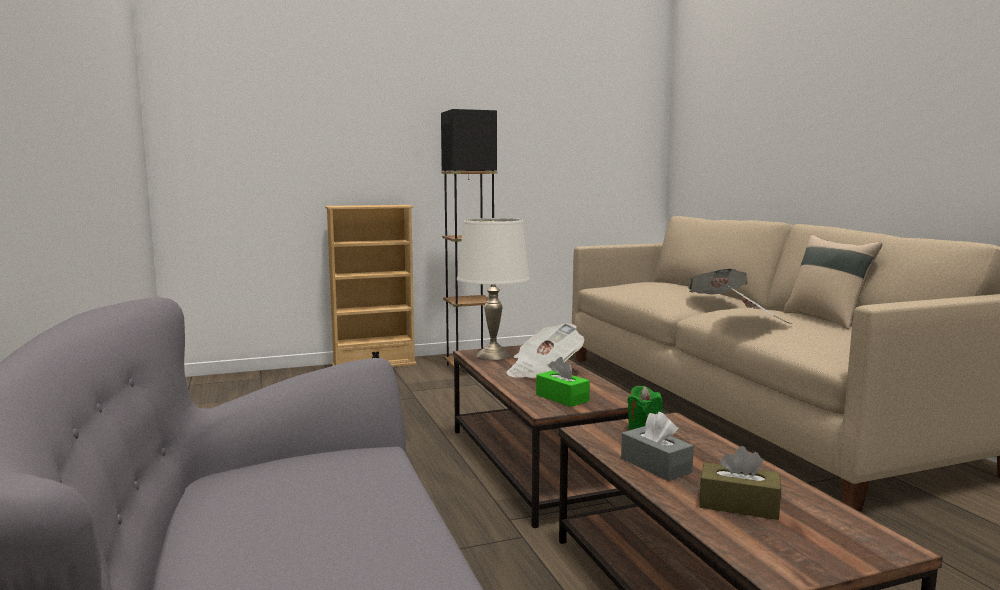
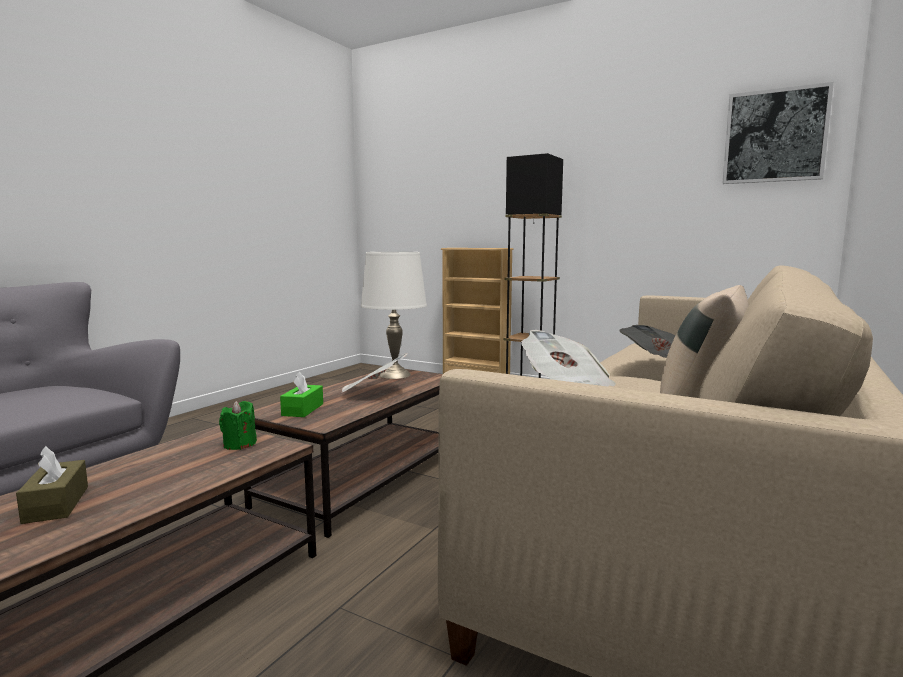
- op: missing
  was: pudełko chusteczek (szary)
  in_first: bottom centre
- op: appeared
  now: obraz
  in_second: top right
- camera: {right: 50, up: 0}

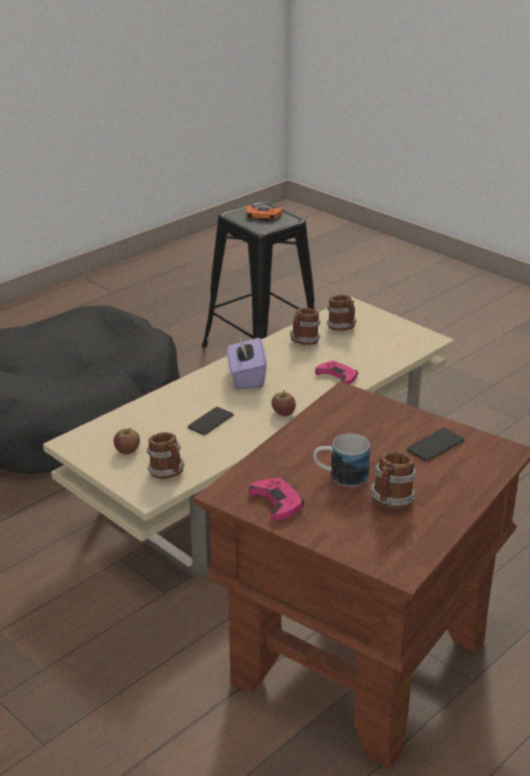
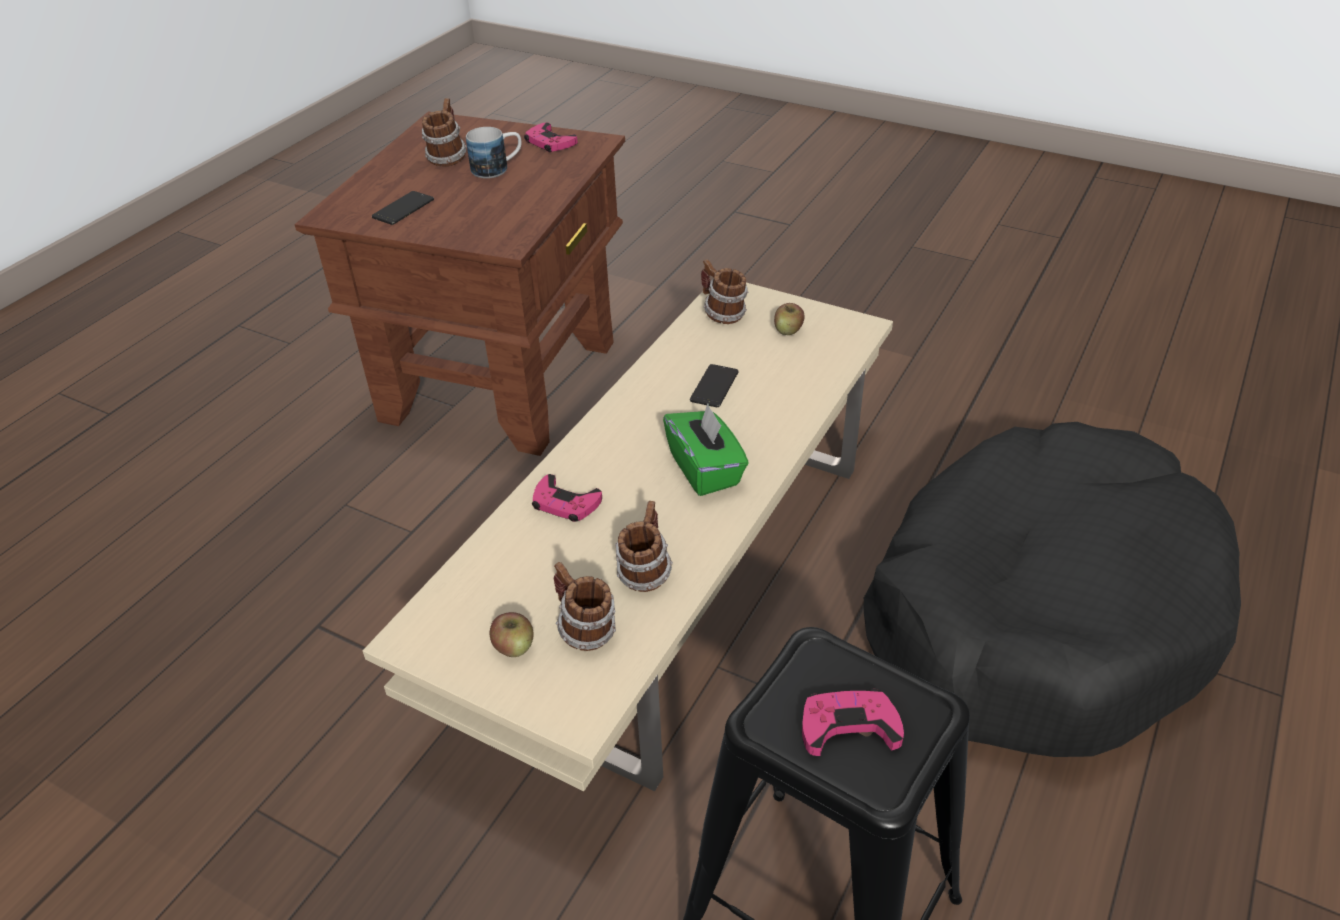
- op: colour
  was: pad do gier (pomarańczowy)
  now: pad do gier (różowy) (no. 3 from left)
  in_first: top centre
  in_second: bottom centre
- op: colour
  was: pudełko chusteczek (fioletowy)
  now: pudełko chusteczek (zielony)
  in_first: centre
  in_second: centre
- op: relocated
  was: jabłko (no. 2 from left in the first image)
  now: jabłko (no. 1 from left)
  in_first: centre
  in_second: bottom centre
- camera: {right: 165, up: 10}

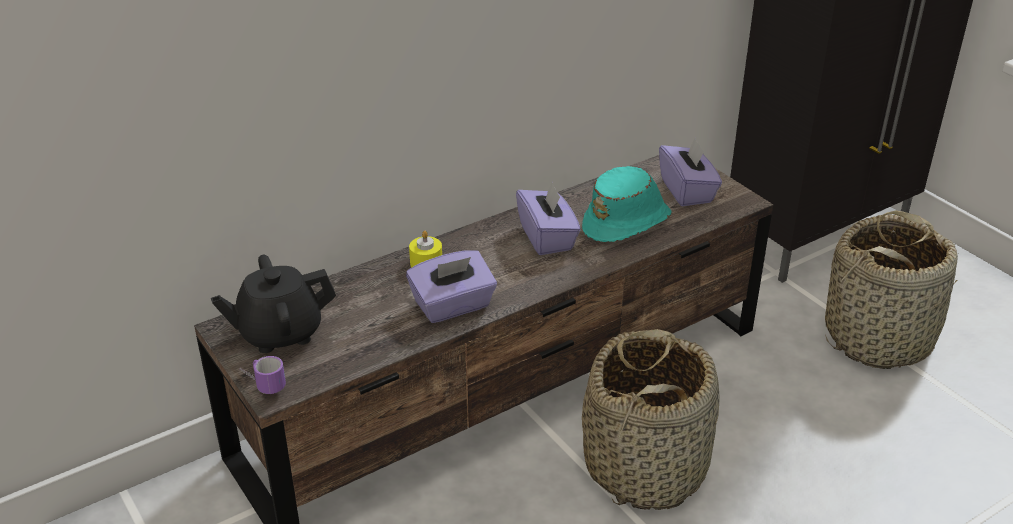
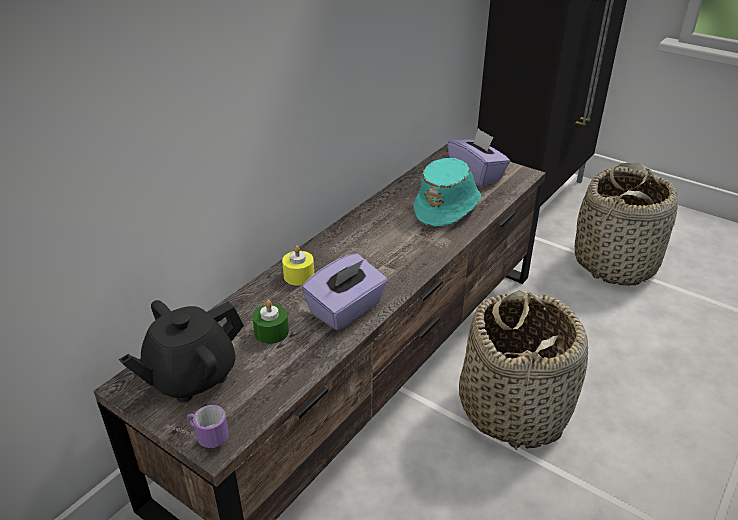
- op: missing
  was: pudełko chusteczek (fioletowy) (no. 2 from left)
  in_first: centre
- op: appeared
  now: świeca (zielony)
  in_second: centre
- camera: {right: -20, up: 0}

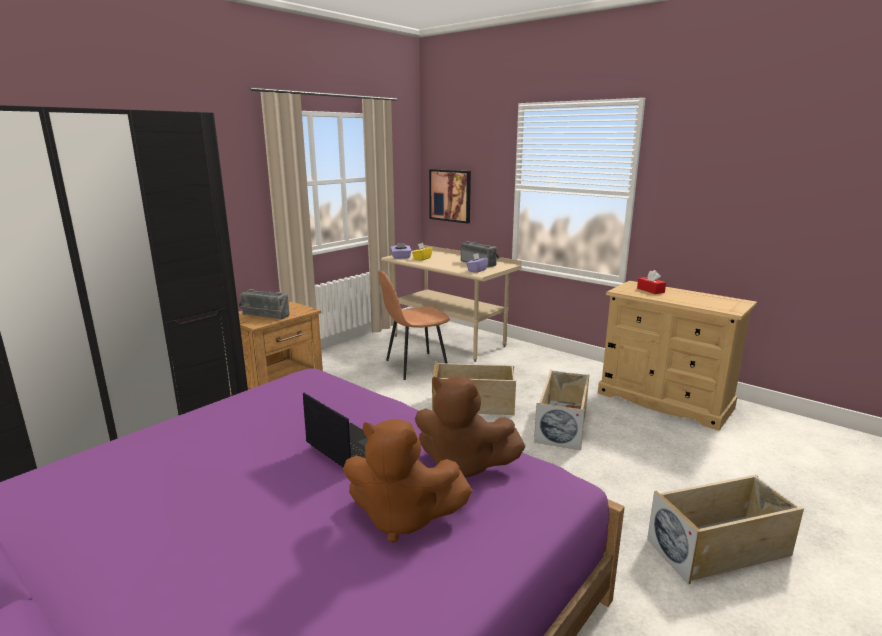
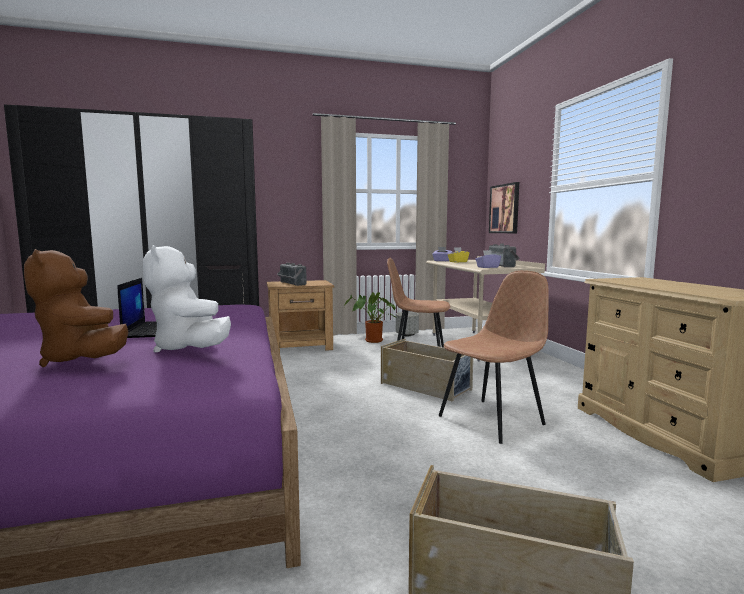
- op: missing
  was: pudełko chusteczek (czerwony)
  in_first: middle right
- op: exchanged
  was: pojemnik do przechowywania (beżowy) (no. 2 from left)
  now: krzesło (brązowy) (no. 2 from left)
  in_first: centre
  in_second: centre
- op: colour
  was: pluszak (brązowy) (no. 2 from left)
  now: pluszak (biały)
  in_first: bottom centre
  in_second: middle left
- op: appeared
  now: roślina doniczkowa
  in_second: centre
- op: appeared
  now: donica (szary)
  in_second: centre
- camera: {right: 35, up: -10}

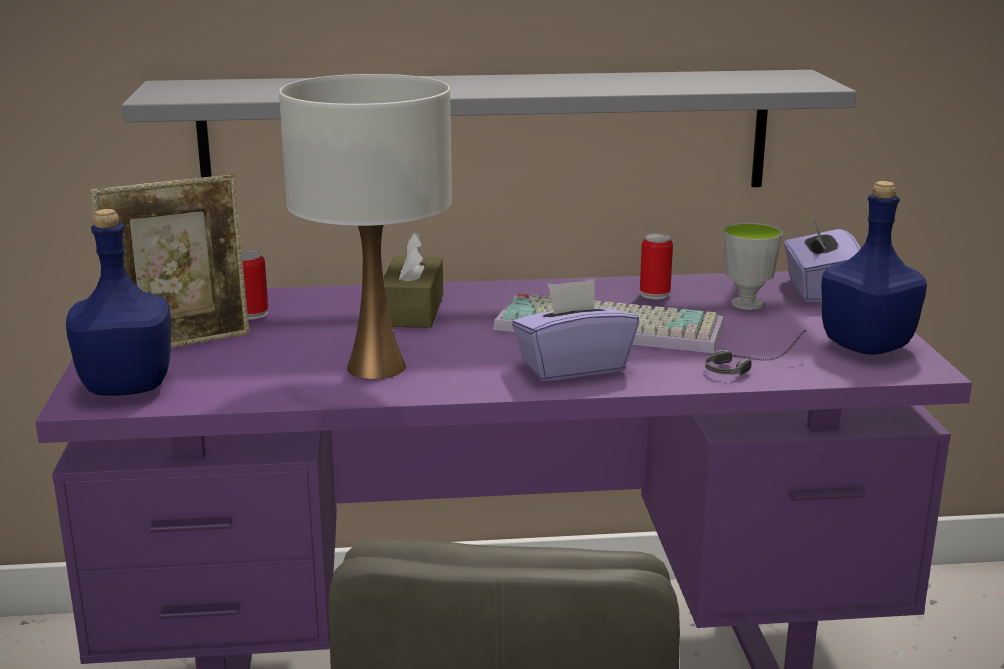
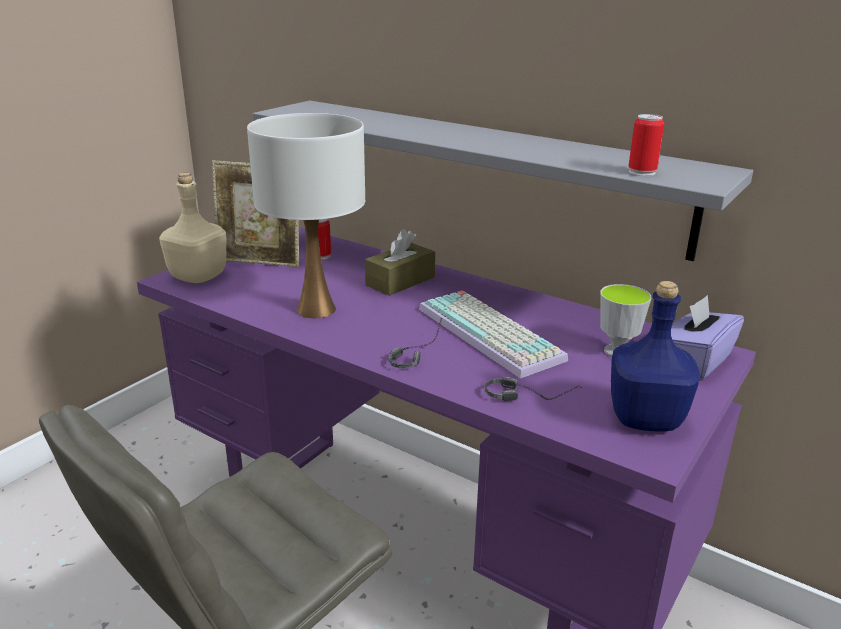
- op: colour
  was: butelka (niebieski) (no. 1 from left)
  now: butelka (beżowy)
  in_first: middle left
  in_second: middle left
- op: relocated
  was: puszka (no. 2 from left)
  in_first: centre
  in_second: top right
- op: exchanged
  was: pudełko chusteczek (fioletowy) (no. 1 from left)
  now: słuchawki (no. 1 from left)
  in_first: centre
  in_second: centre
- camera: {right: 40, up: 5}

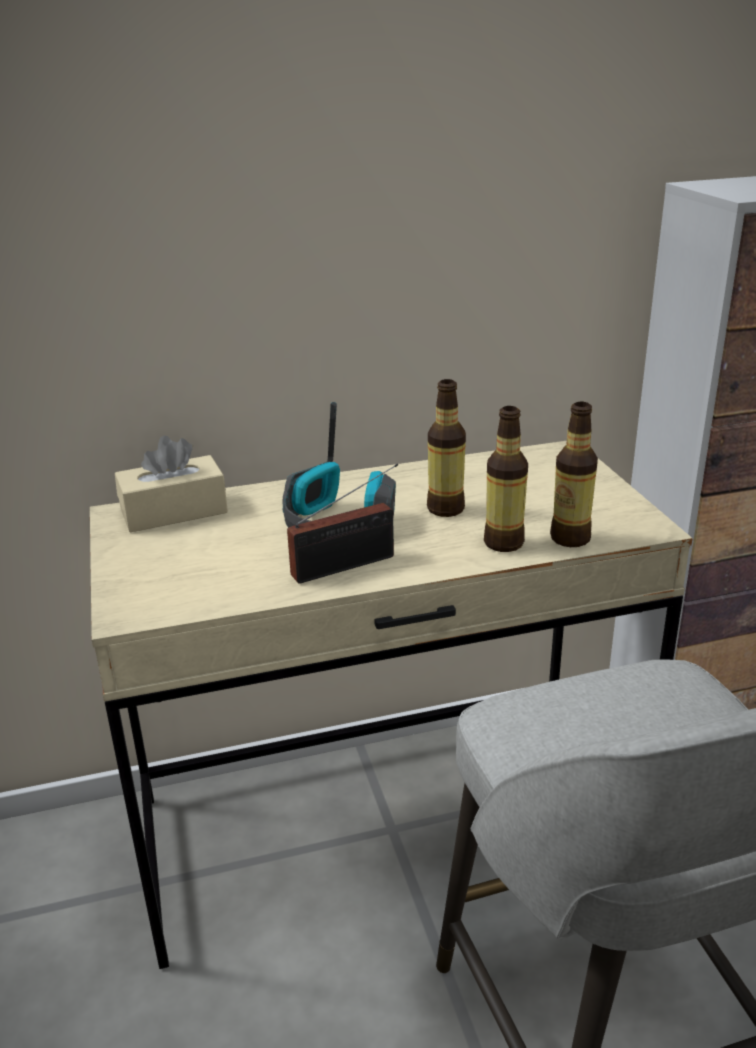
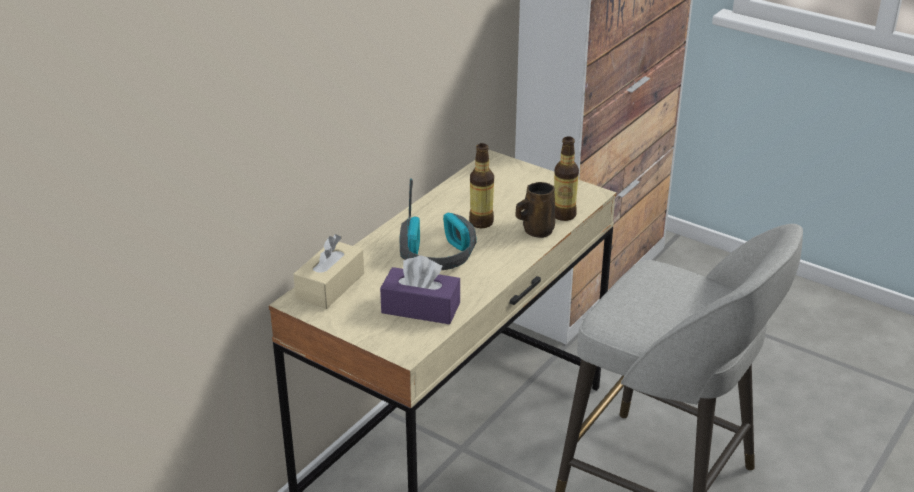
- op: exchanged
  was: butelka (no. 2 from left)
  now: kubek (brązowy)
  in_first: middle right
  in_second: centre
- op: missing
  was: radio
  in_first: centre
- op: appeared
  now: pudełko chusteczek (fioletowy)
  in_second: centre
- camera: {right: -40, up: 5}

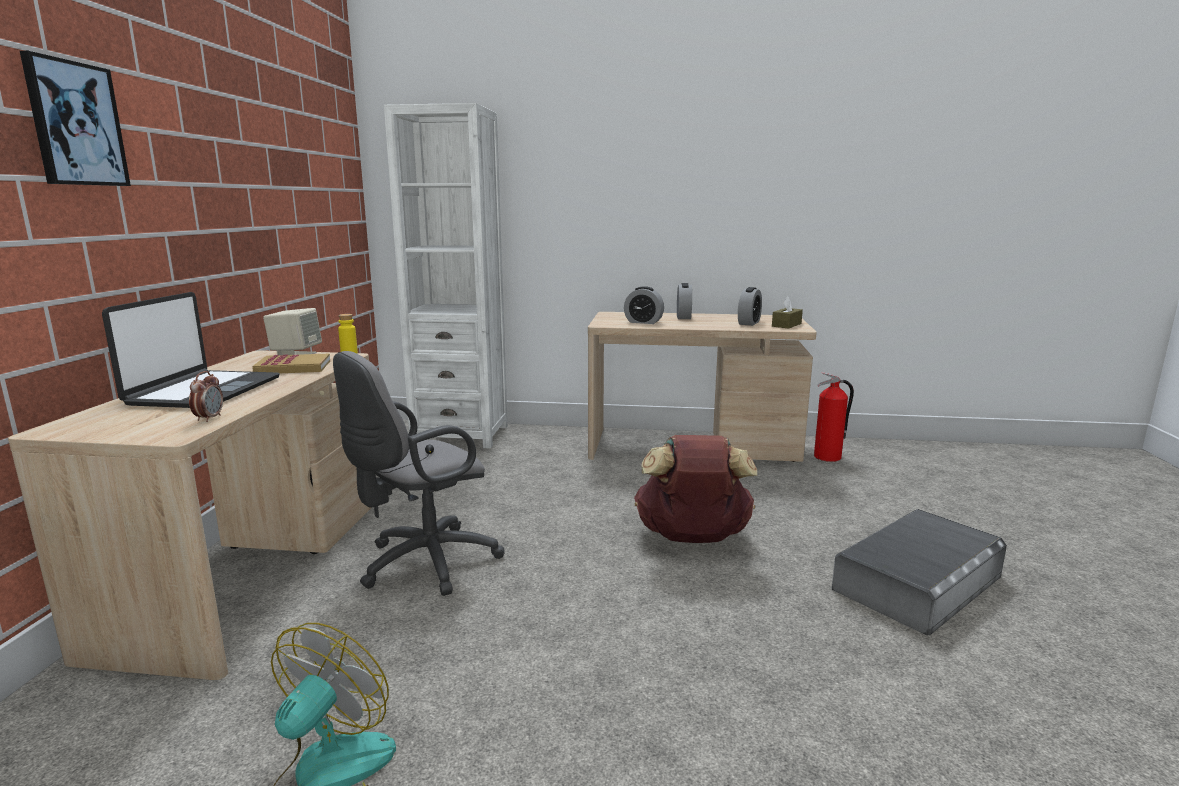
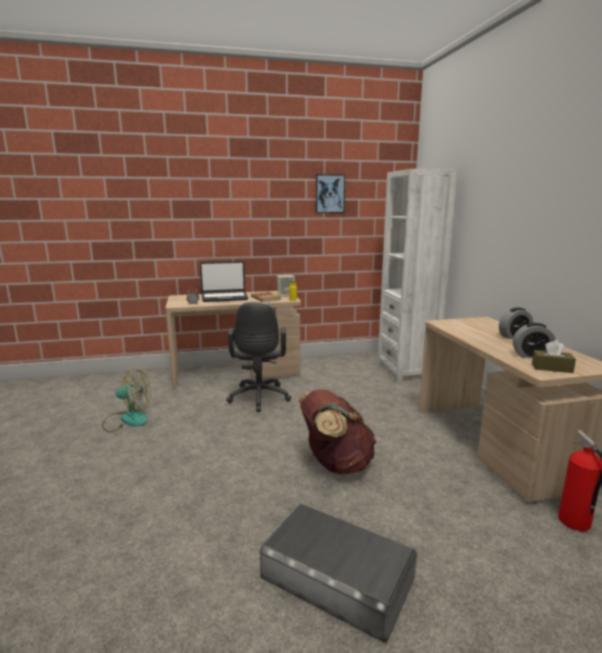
- op: relocated
  was: obraz
  in_first: top left
  in_second: top centre
- op: missing
  was: budzik (no. 2 from left)
  in_first: centre
- op: spun
  was: krzesło biurowe (szary)
  in_first: centre
  in_second: centre
  clockwise: -120
- camera: {right: 70, up: 0}

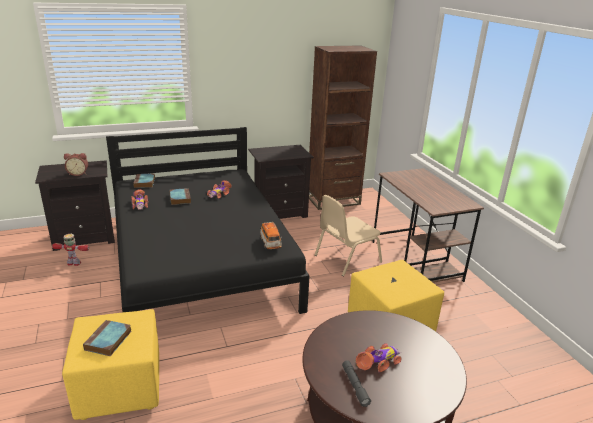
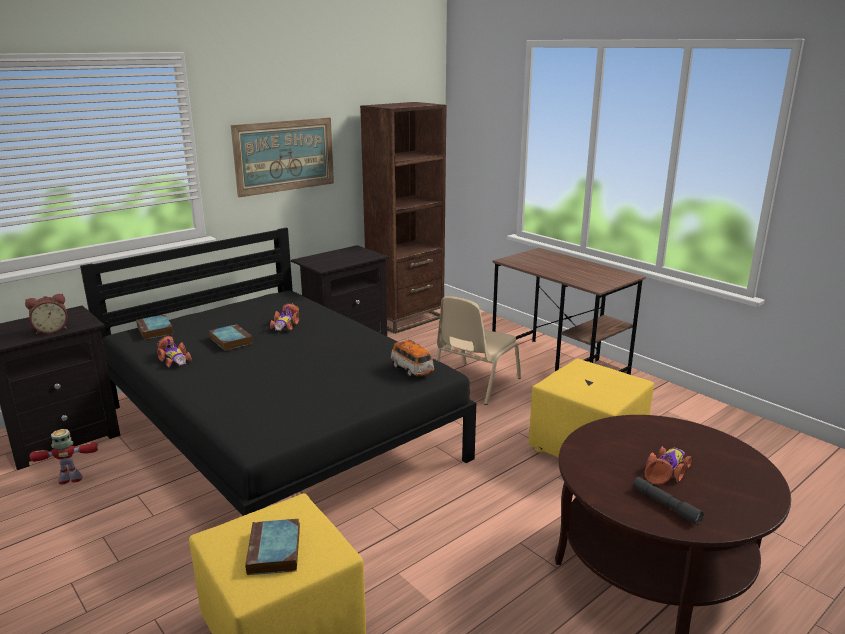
- op: appeared
  now: obraz
  in_second: top centre
- camera: {right: -20, up: -5}

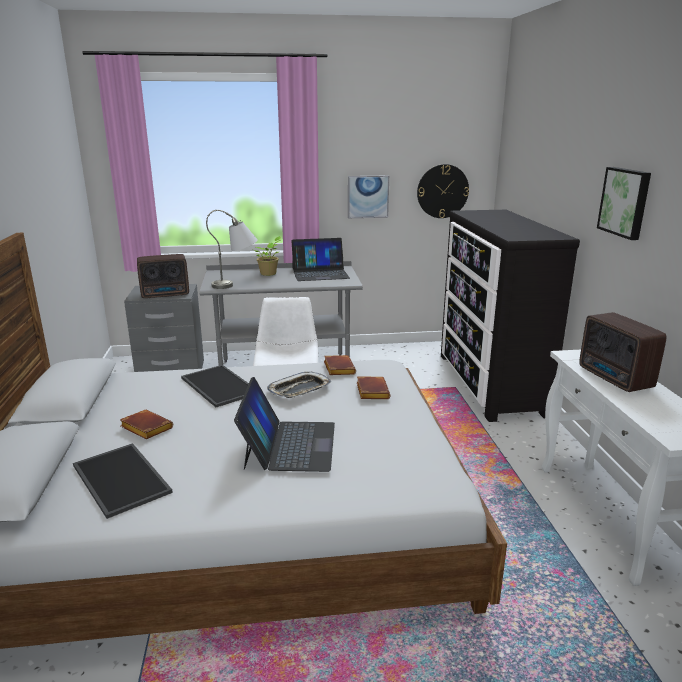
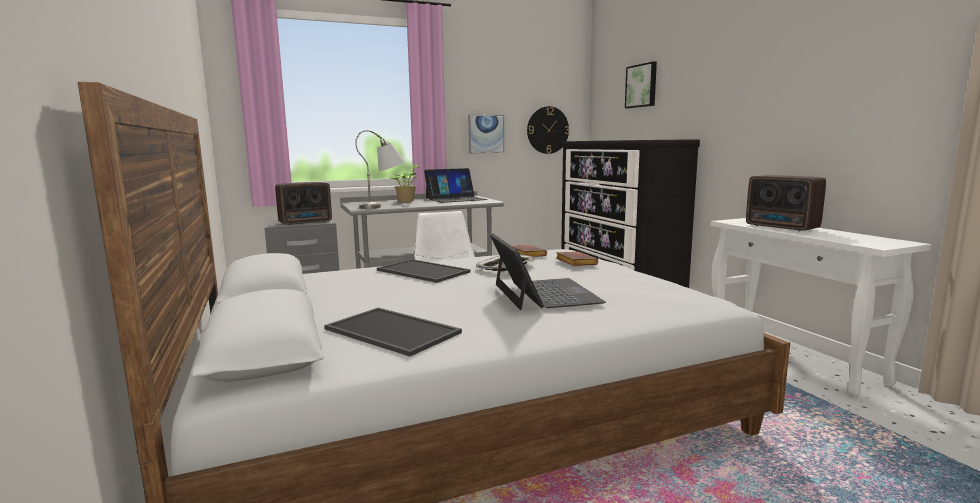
- op: relocated
  was: obraz (no. 2 from left)
  in_first: top right
  in_second: top centre
- op: missing
  was: książka (brązowy) (no. 1 from left)
  in_first: middle left
- camera: {right: -15, up: -10}

